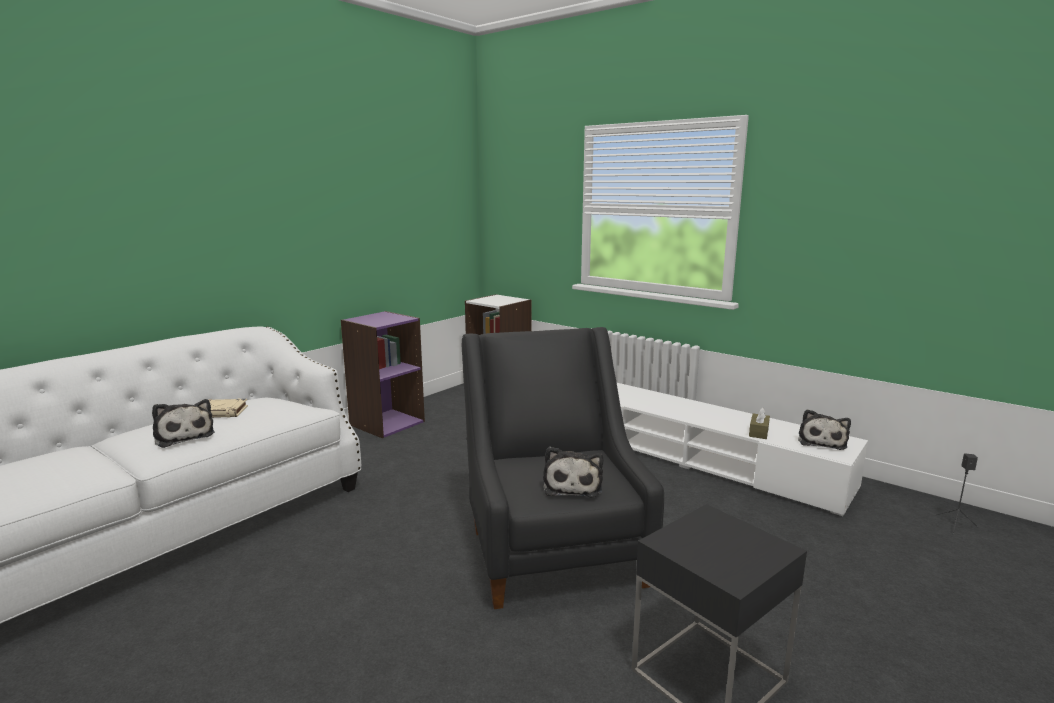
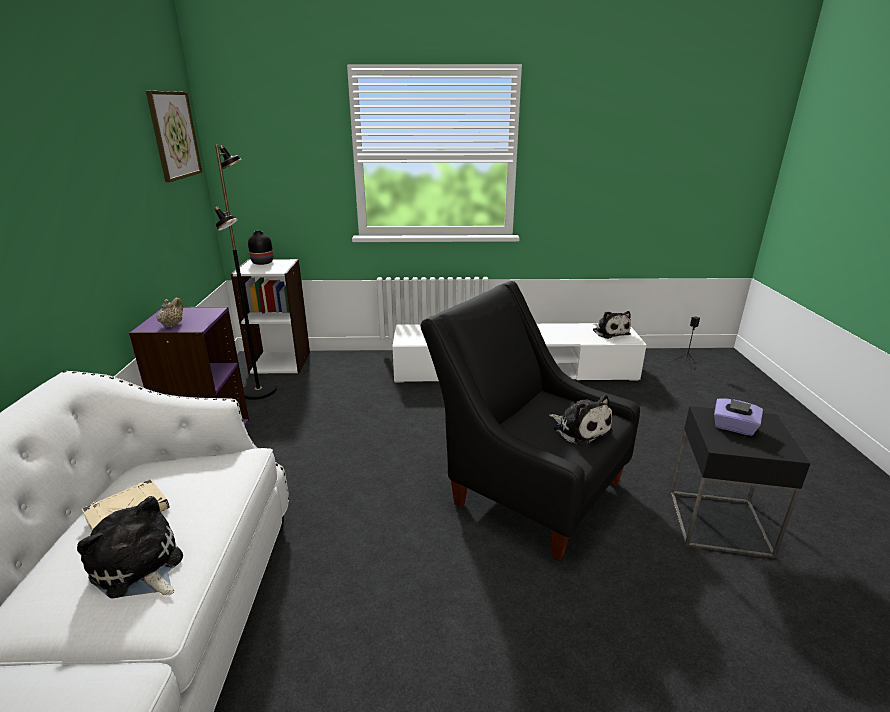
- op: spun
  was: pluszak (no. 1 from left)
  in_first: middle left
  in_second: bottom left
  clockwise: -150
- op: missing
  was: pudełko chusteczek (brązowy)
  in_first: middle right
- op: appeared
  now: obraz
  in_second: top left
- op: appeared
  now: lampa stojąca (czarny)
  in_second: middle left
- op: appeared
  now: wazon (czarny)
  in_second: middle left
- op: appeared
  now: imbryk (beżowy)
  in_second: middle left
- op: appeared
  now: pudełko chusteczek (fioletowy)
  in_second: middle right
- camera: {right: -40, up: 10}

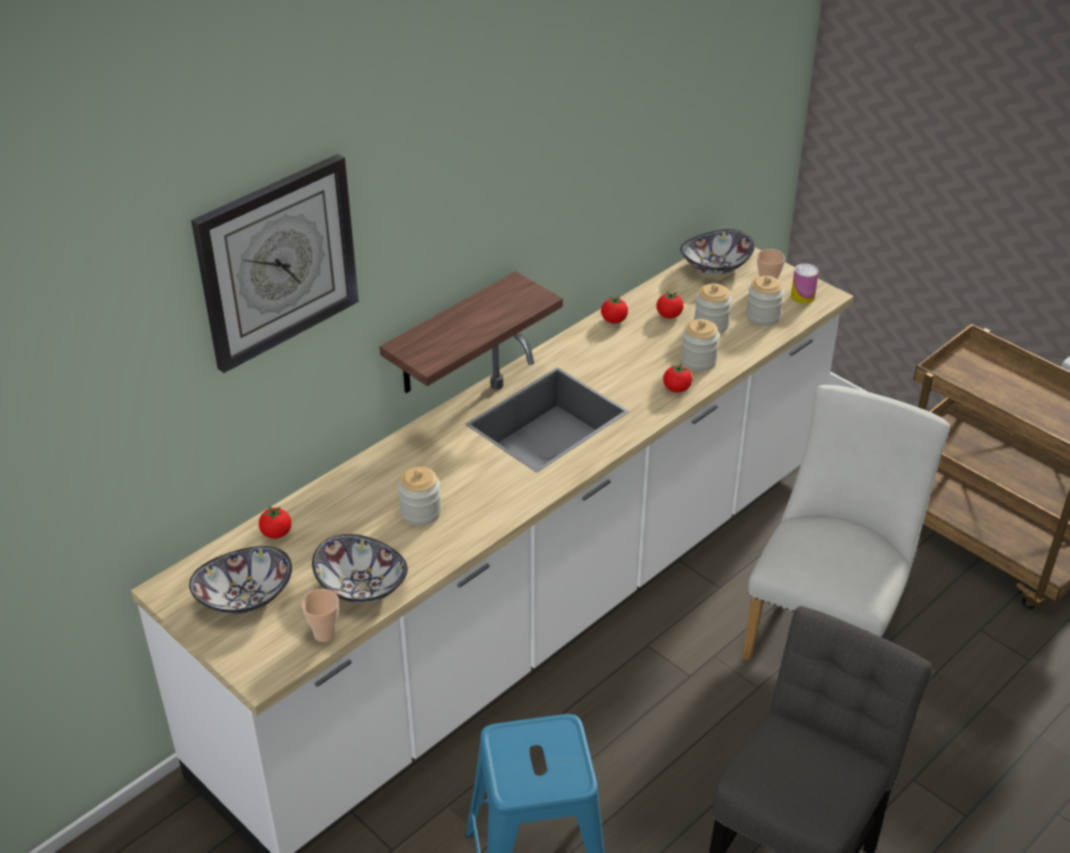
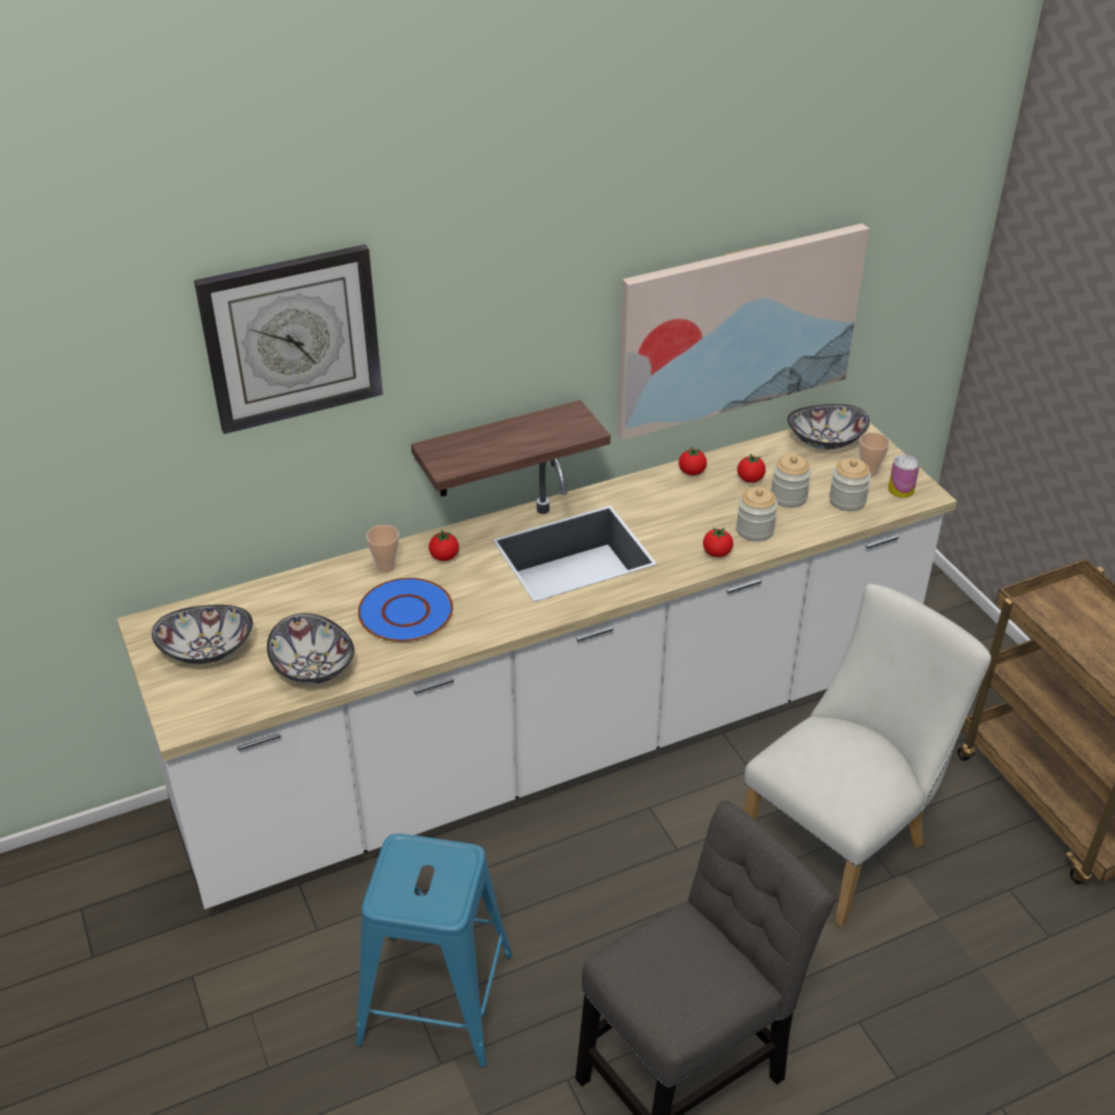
- op: exchanged
  was: słoik (no. 1 from left)
  now: talerz (niebieski)
  in_first: centre
  in_second: centre
- op: relocated
  was: pomidor (no. 1 from left)
  in_first: middle left
  in_second: centre
- op: relocated
  was: filiżanka (no. 1 from left)
  in_first: bottom left
  in_second: centre
- op: appeared
  now: obraz
  in_second: top centre
- camera: {right: 20, up: 0}

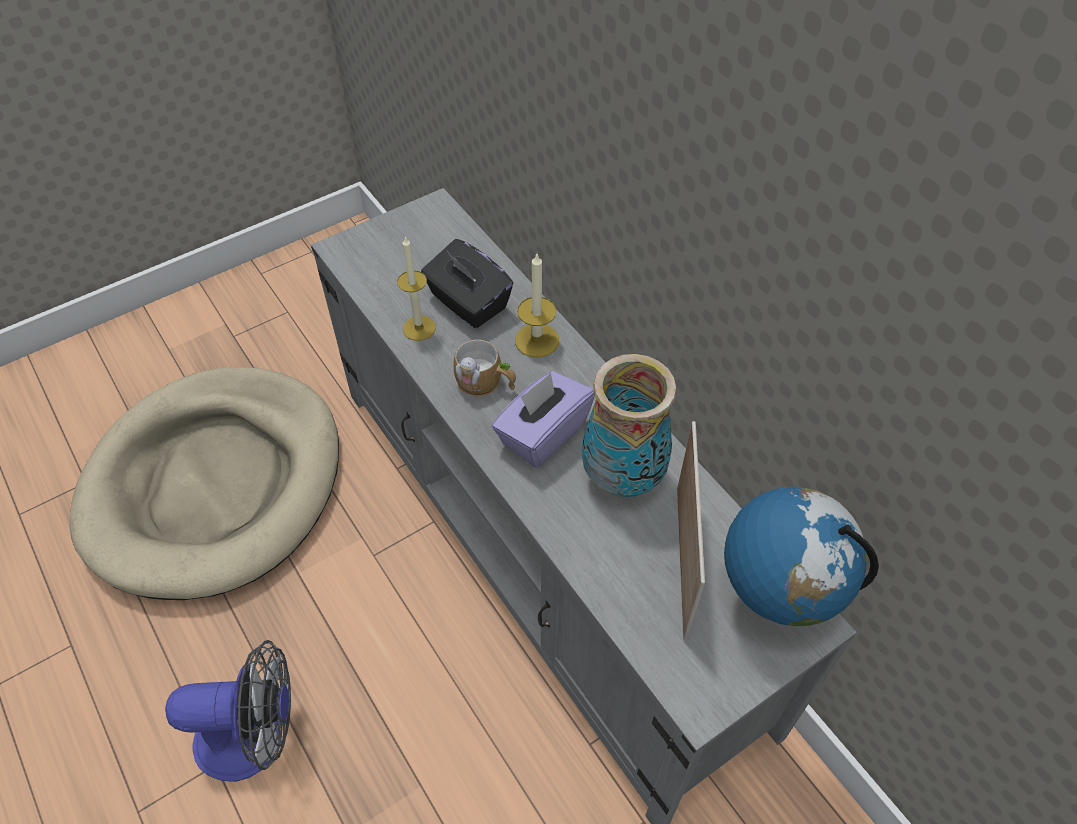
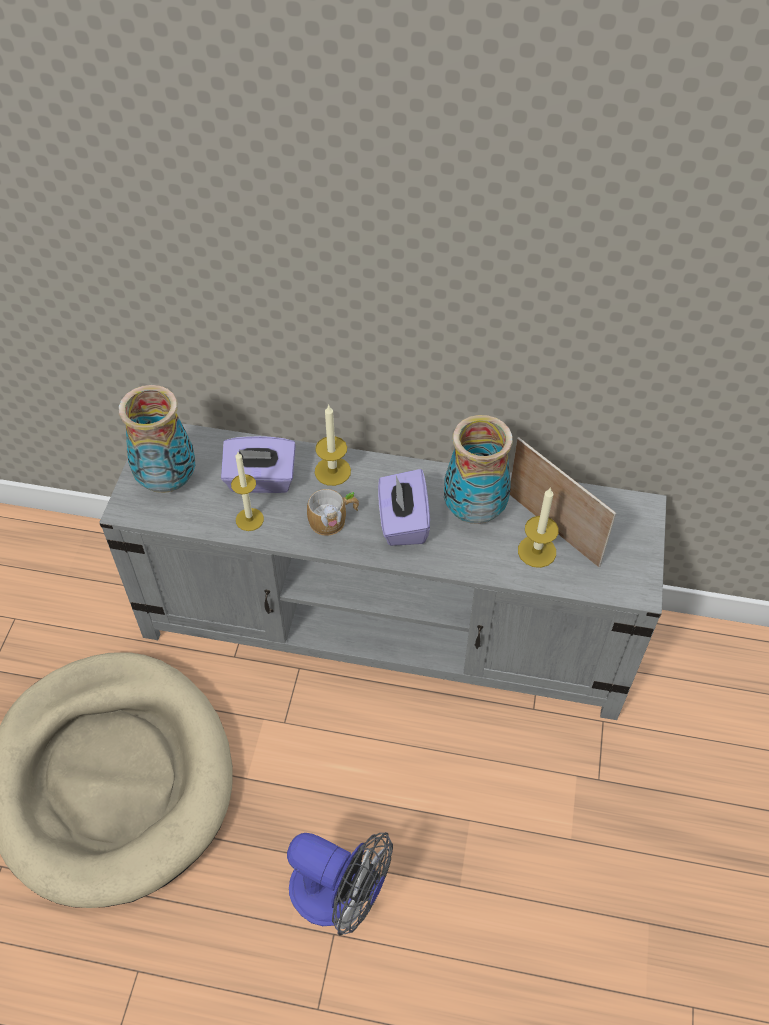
- op: colour
  was: pudełko chusteczek (czarny)
  now: pudełko chusteczek (fioletowy) (no. 1 from left)
  in_first: centre
  in_second: centre
- op: missing
  was: globus
  in_first: bottom right
- op: spun
  was: wentylator
  in_first: bottom left
  in_second: bottom centre
  clockwise: 75
- op: appeared
  now: wazon (no. 1 from left)
  in_second: middle left
- op: appeared
  now: świeca (no. 3 from left)
  in_second: middle right
- camera: {right: -45, up: 0}

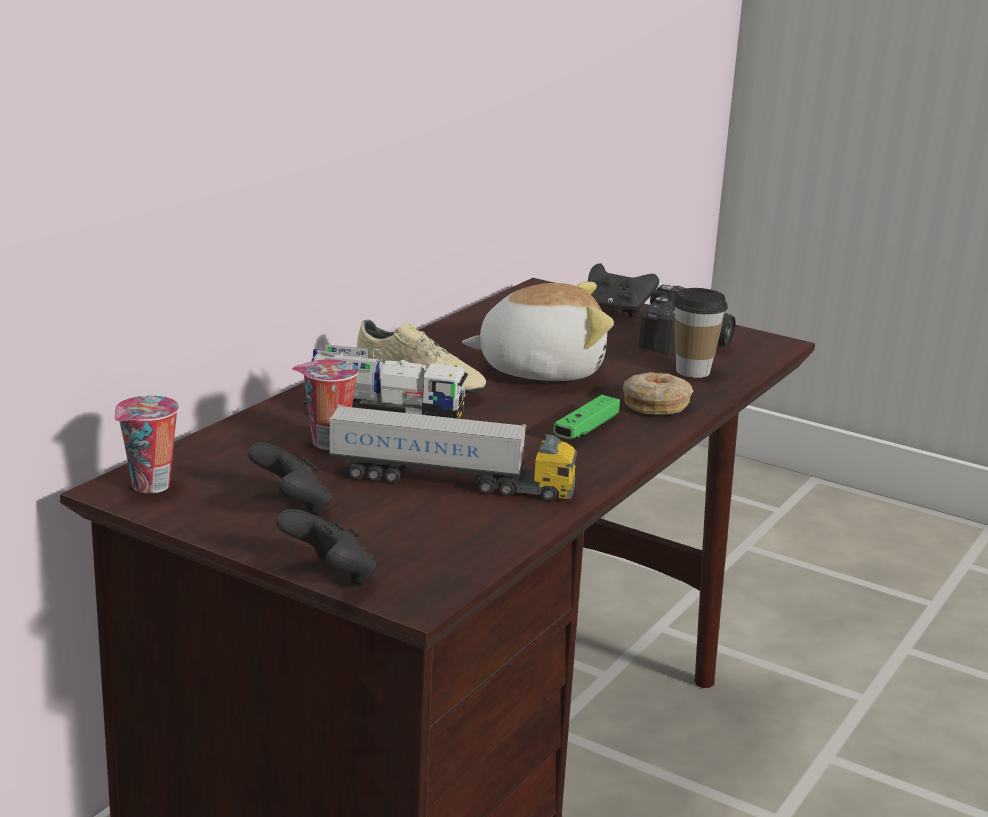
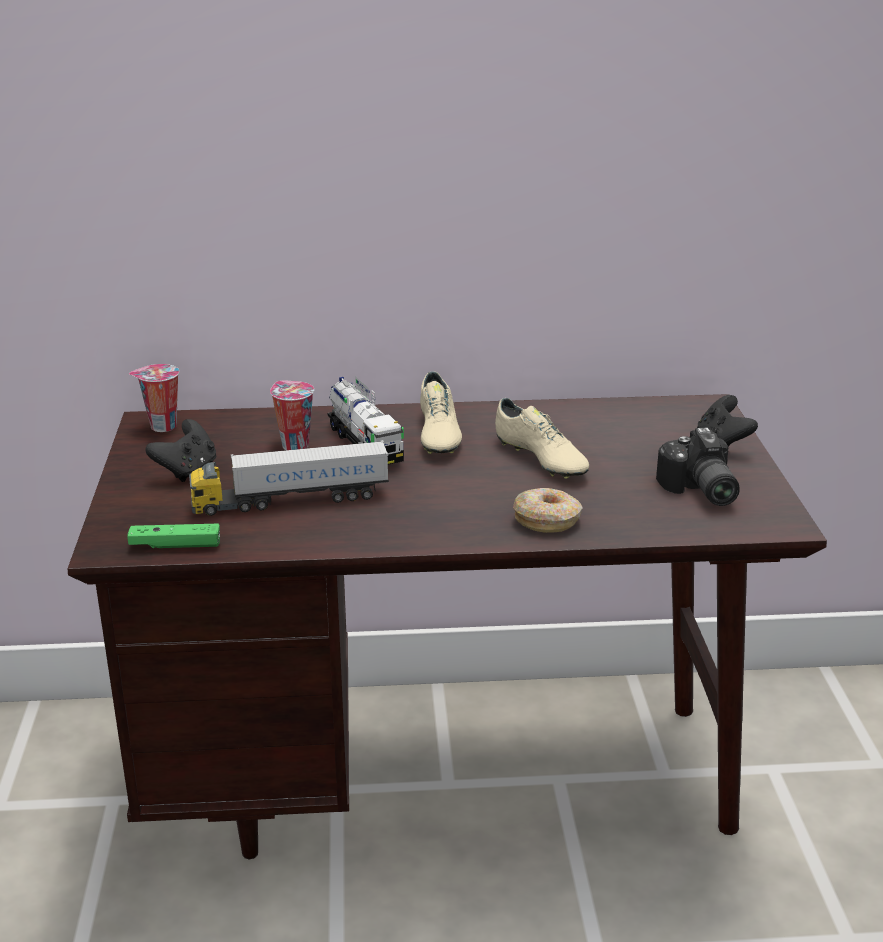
- op: exchanged
  was: pluszak
  now: but (beżowy) (no. 2 from left)
  in_first: centre
  in_second: centre
- op: missing
  was: filiżanka (no. 3 from left)
  in_first: middle right
- op: relocated
  was: pad do gier (zielony)
  in_first: centre
  in_second: middle left
- op: spun
  was: ciężarówka zabawkowa (no. 2 from left in the first image)
  in_first: centre
  in_second: middle left
  clockwise: 105
- op: missing
  was: pad do gier (czarny) (no. 2 from left)
  in_first: bottom left
- camera: {right: 55, up: 5}

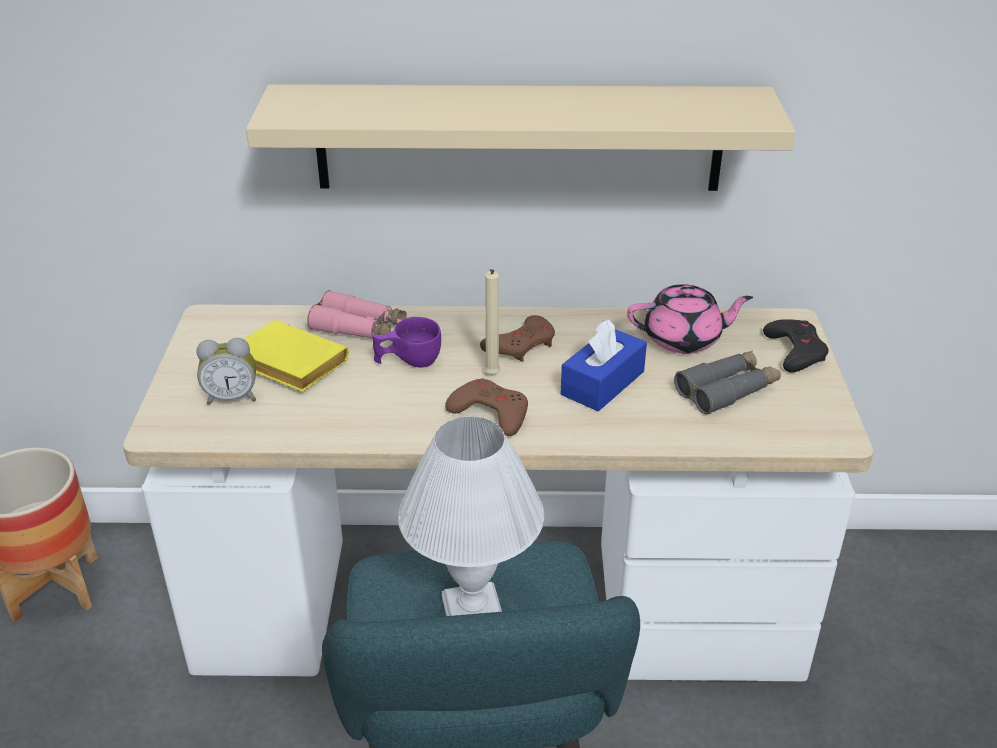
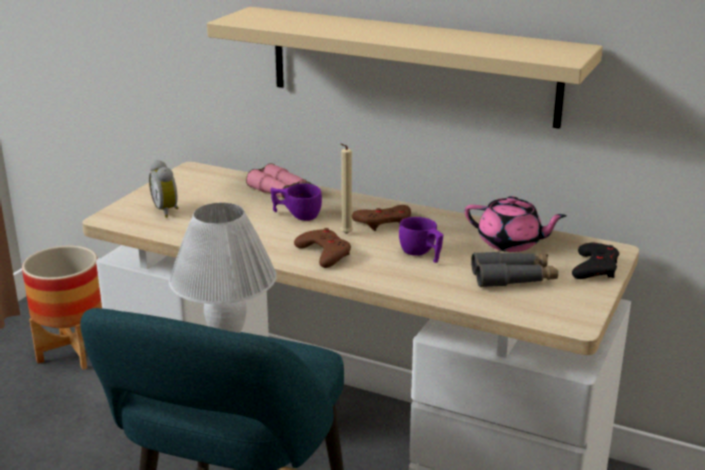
- op: missing
  was: książka (żółty)
  in_first: middle left
- op: exchanged
  was: pudełko chusteczek (niebieski)
  now: filiżanka (fioletowy) (no. 2 from left)
  in_first: centre
  in_second: centre
- op: spun
  was: budzik
  in_first: middle left
  in_second: middle left
  clockwise: 45
- camera: {right: 25, up: -10}

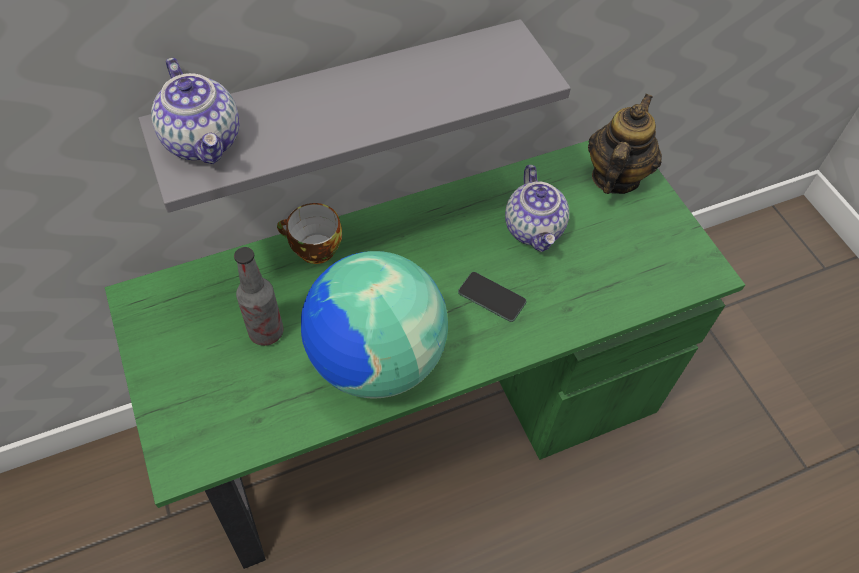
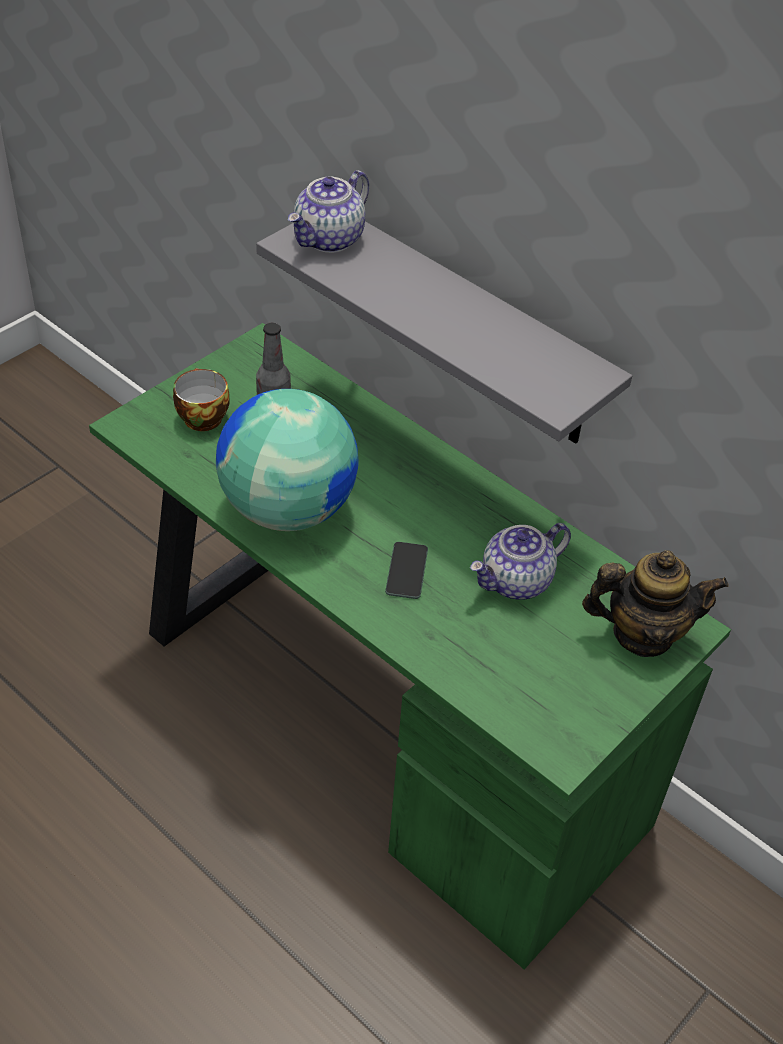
- op: relocated
  was: filiżanka
  in_first: centre
  in_second: middle left
- camera: {right: 65, up: -10}

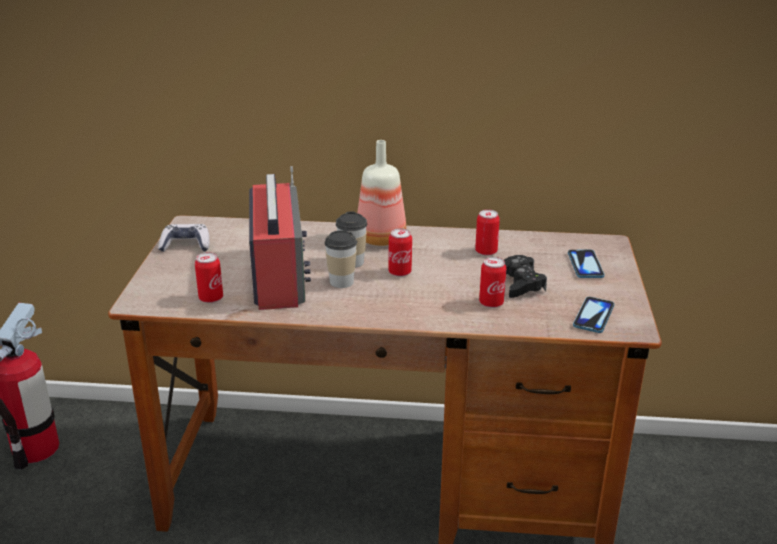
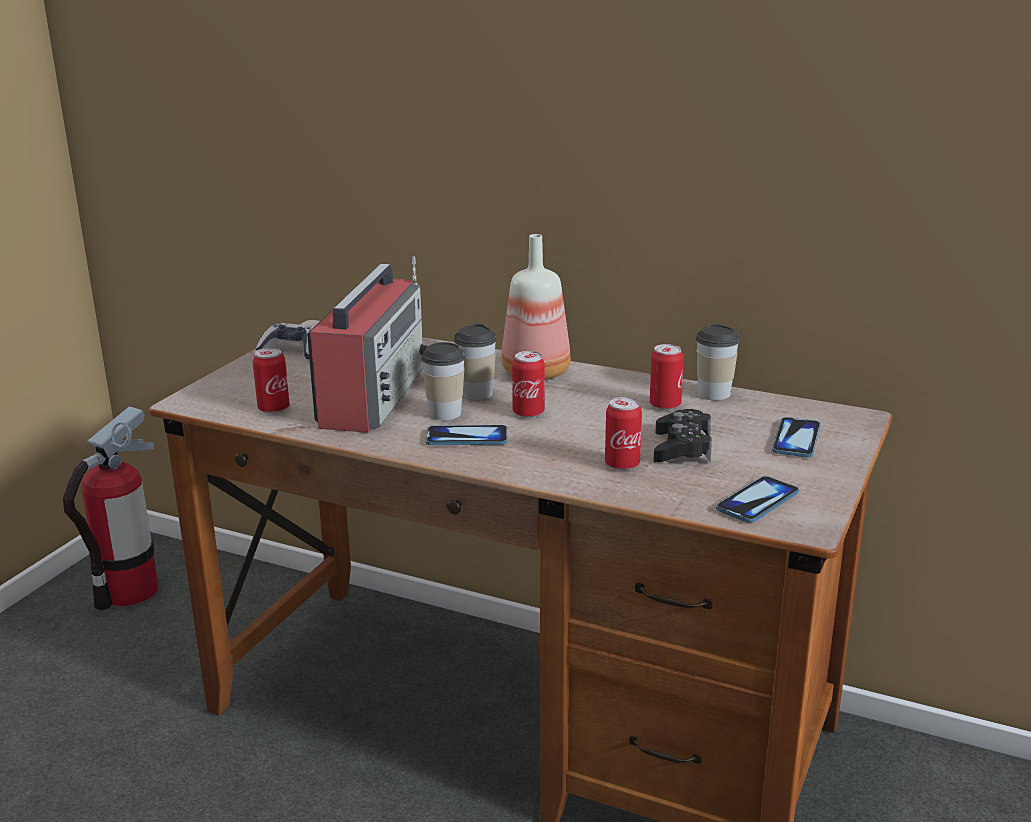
- op: appeared
  now: filiżanka (no. 3 from left)
  in_second: middle right
- op: appeared
  now: telefon (no. 1 from left)
  in_second: centre
- camera: {right: 20, up: -5}

